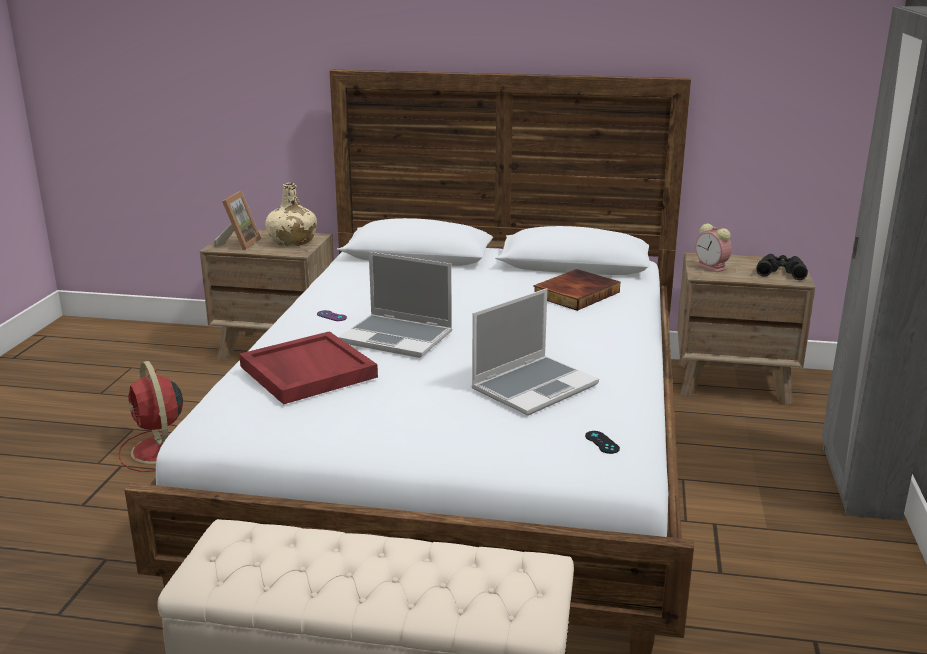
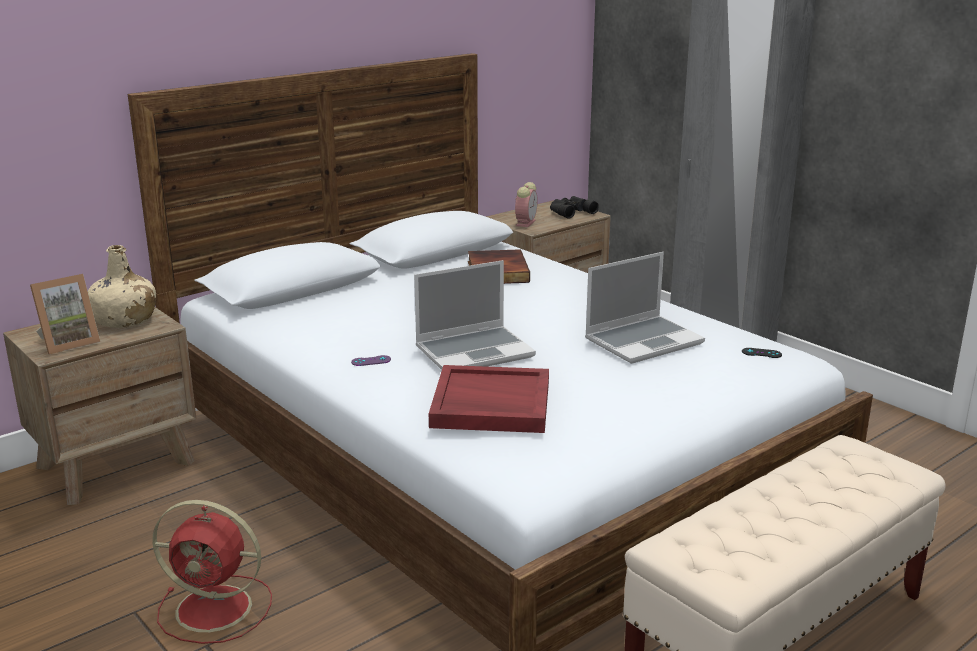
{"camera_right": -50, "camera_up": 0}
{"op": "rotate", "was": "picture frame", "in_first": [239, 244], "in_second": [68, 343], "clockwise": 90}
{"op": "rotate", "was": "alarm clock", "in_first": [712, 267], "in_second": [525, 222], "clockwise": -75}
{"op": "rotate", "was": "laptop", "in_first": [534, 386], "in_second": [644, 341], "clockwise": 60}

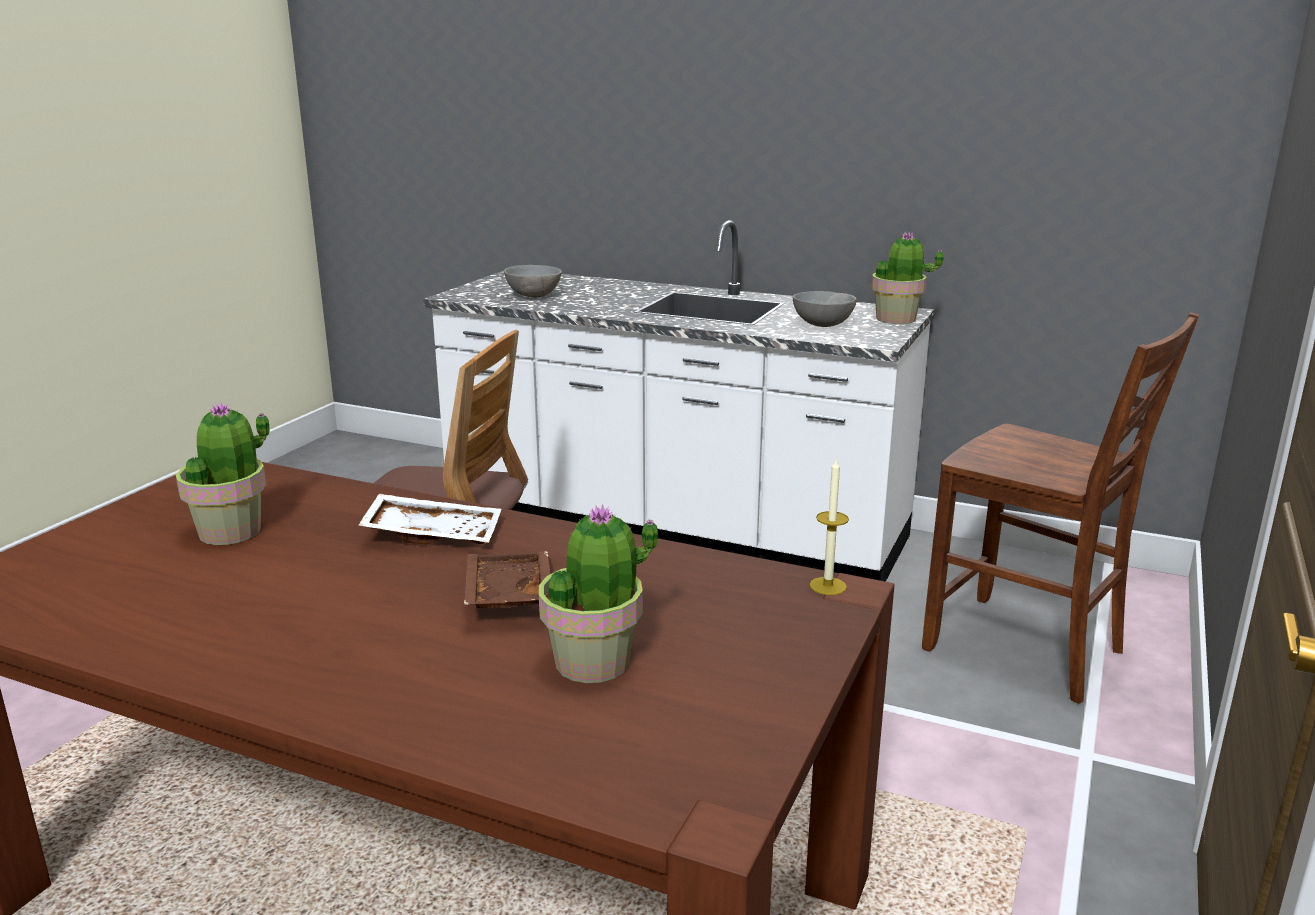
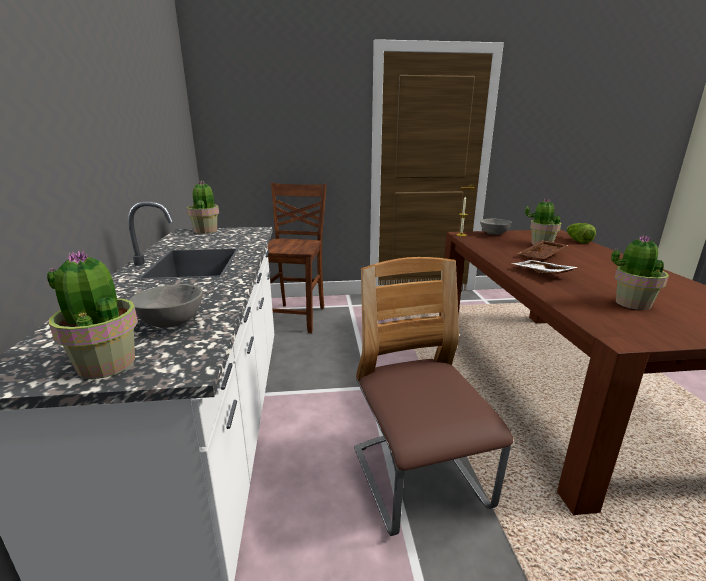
{"camera_right": -120, "camera_up": 0}
{"op": "insert", "now": "potted plant", "in_second": [106, 364]}
{"op": "move", "was": "bowl/grey", "in_first": [822, 325], "in_second": [494, 234]}
{"op": "insert", "now": "lettuce", "in_second": [577, 241]}

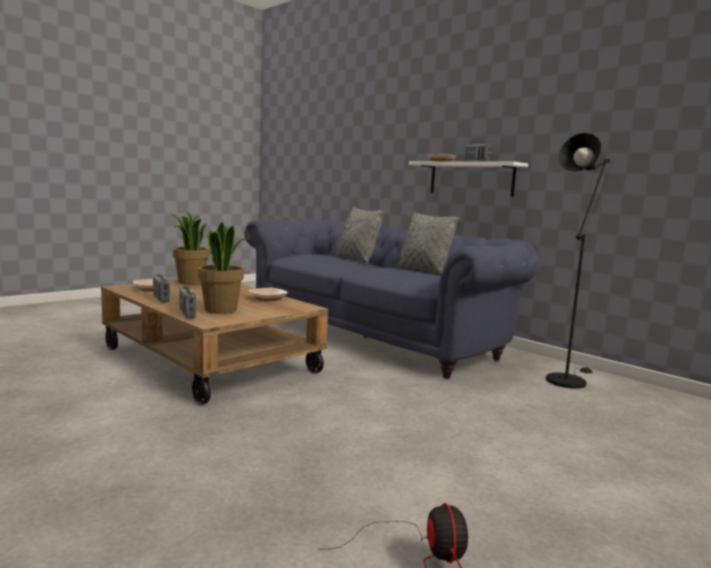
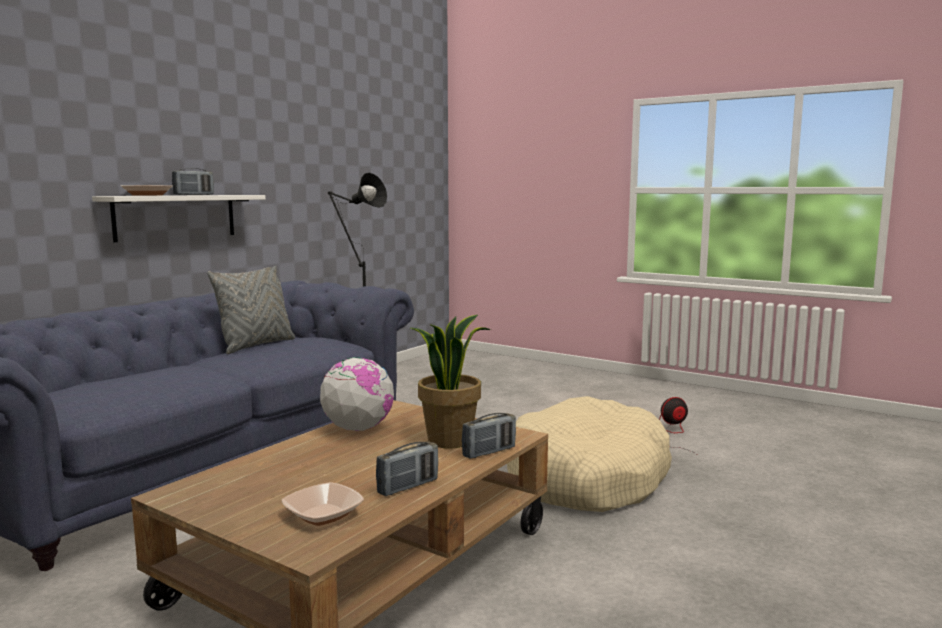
{"camera_right": -100, "camera_up": 0}
{"op": "replace", "was": "bowl", "now": "globe", "in_first": [268, 299], "in_second": [358, 428]}
{"op": "insert", "now": "dog bed/beige", "in_second": [587, 477]}
{"op": "delete", "was": "potted plant", "in_first": [190, 282]}
{"op": "delete", "was": "pillow/grey", "in_first": [356, 260]}

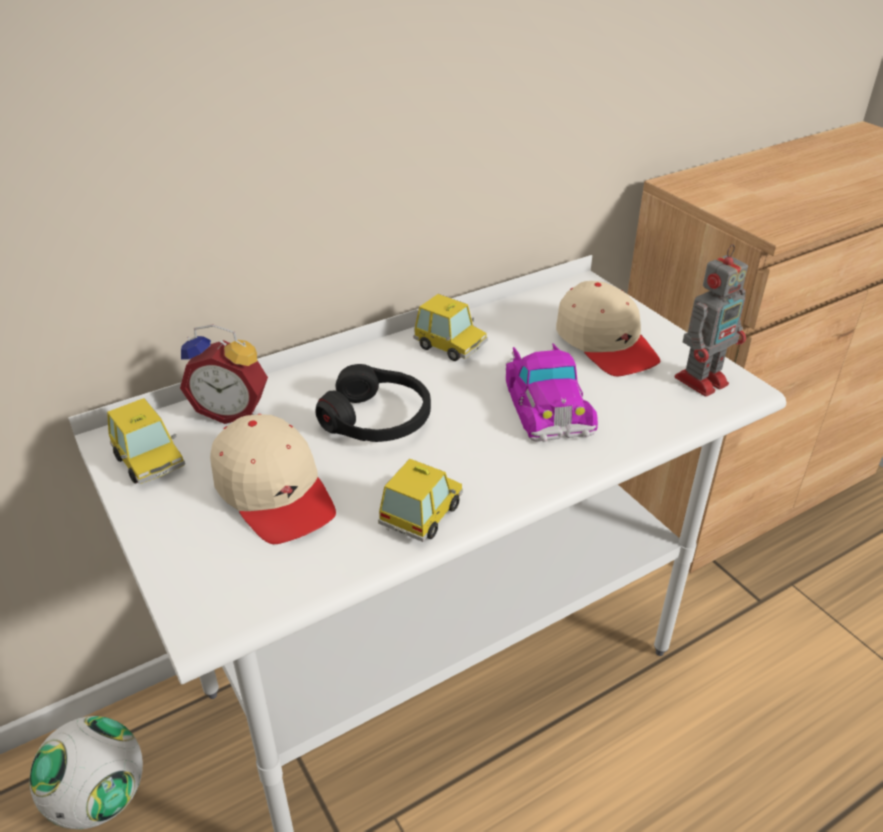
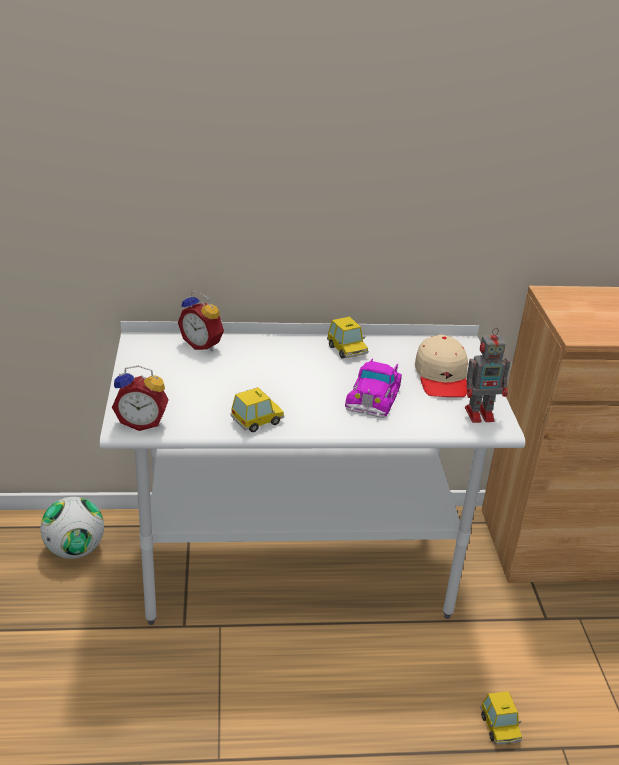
{"camera_right": 25, "camera_up": -5}
{"op": "insert", "now": "alarm clock", "in_second": [142, 422]}
{"op": "move", "was": "toy car", "in_first": [149, 461], "in_second": [499, 727]}
{"op": "delete", "was": "cap/beige", "in_first": [274, 492]}
{"op": "delete", "was": "headphones/black", "in_first": [377, 419]}

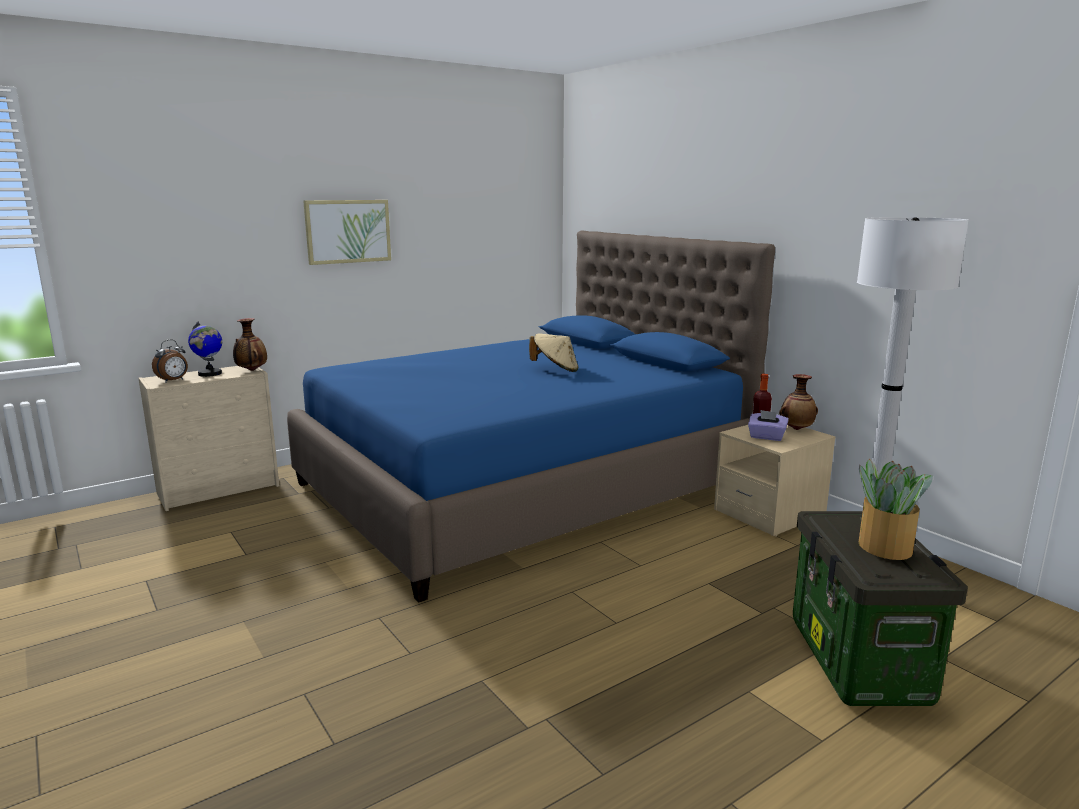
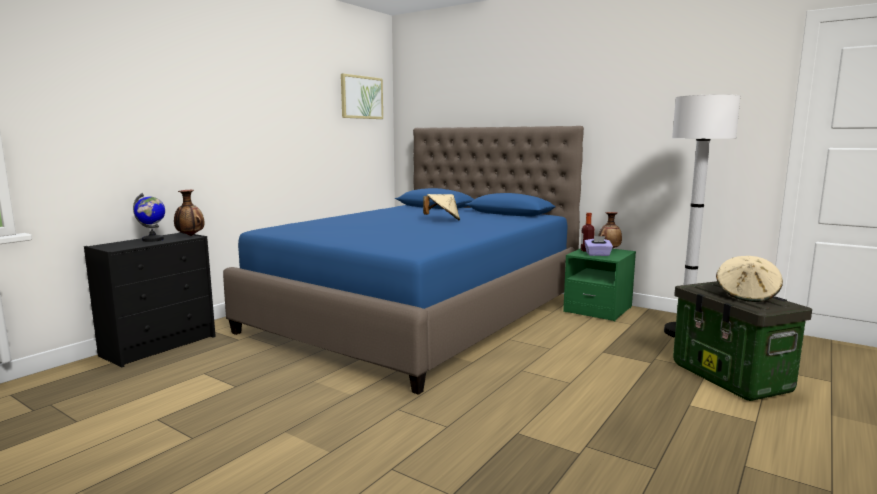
{"camera_right": -20, "camera_up": -5}
{"op": "recolor", "was": "dresser/beige", "now": "dresser/black", "in_first": [220, 489], "in_second": [160, 345]}
{"op": "move", "was": "picture", "in_first": [348, 231], "in_second": [361, 97]}
{"op": "recolor", "was": "nightstand/beige", "now": "nightstand/green", "in_first": [769, 513], "in_second": [598, 310]}
{"op": "replace", "was": "potted plant", "now": "hat/beige", "in_first": [884, 547], "in_second": [747, 295]}
{"op": "delete", "was": "alarm clock", "in_first": [173, 381]}

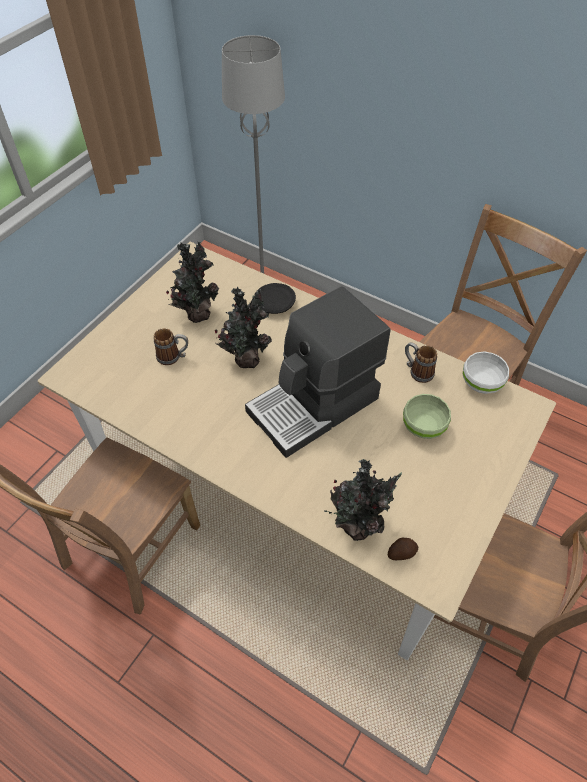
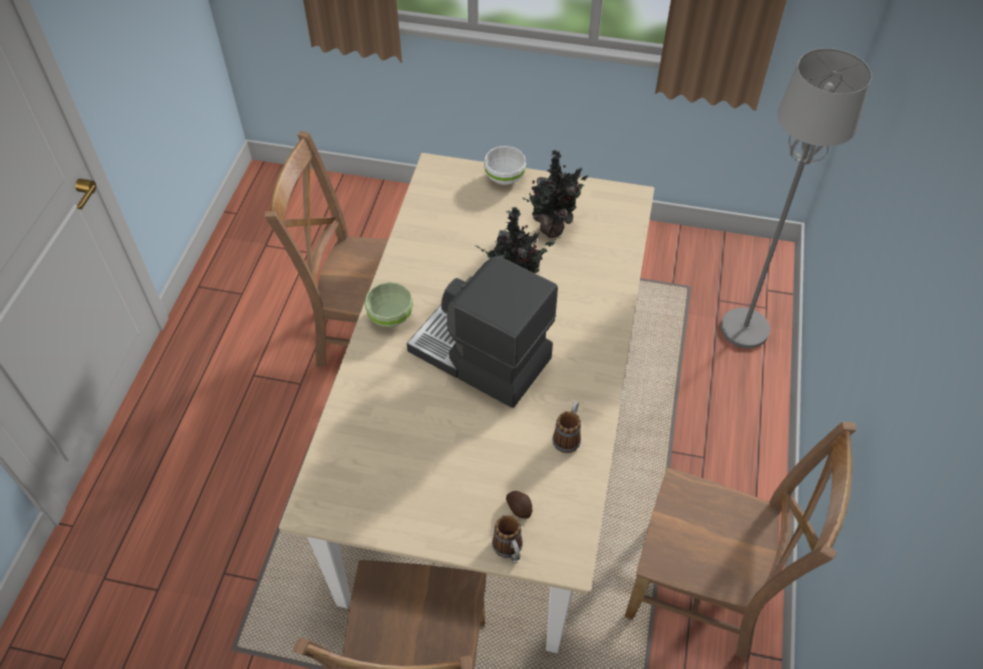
{"camera_right": 70, "camera_up": 0}
{"op": "move", "was": "bowl/green", "in_first": [423, 426], "in_second": [391, 316]}
{"op": "move", "was": "bowl/white", "in_first": [481, 383], "in_second": [505, 178]}
{"op": "move", "was": "mug", "in_first": [173, 357], "in_second": [509, 551]}
{"op": "move", "was": "potato", "in_first": [401, 552], "in_second": [519, 507]}
{"op": "delete", "was": "plate/black", "in_first": [274, 304]}
{"op": "delete", "was": "potted plant", "in_first": [358, 524]}

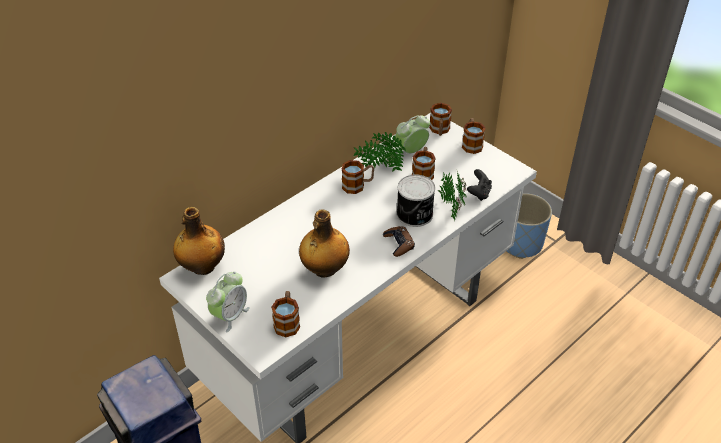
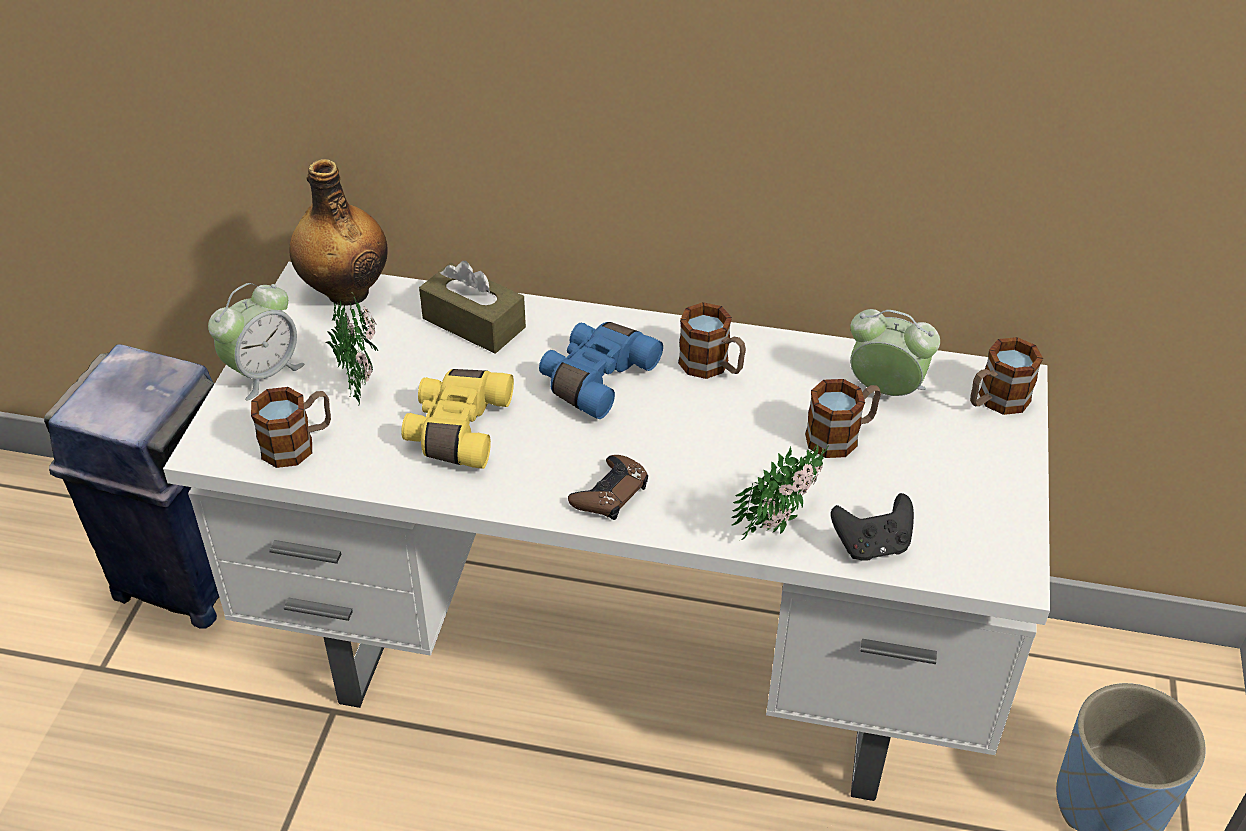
{"camera_right": 55, "camera_up": 0}
{"op": "rotate", "was": "alarm clock", "in_first": [230, 315], "in_second": [263, 373], "clockwise": -45}
{"op": "move", "was": "potted plant", "in_first": [379, 168], "in_second": [356, 377]}
{"op": "replace", "was": "bottle", "now": "binoculars/yellow", "in_first": [324, 270], "in_second": [456, 429]}
{"op": "insert", "now": "tissue box/brown", "in_second": [474, 323]}
{"op": "insert", "now": "binoculars/blue", "in_second": [595, 378]}
{"op": "delete", "was": "can", "in_first": [415, 214]}
{"op": "delete", "was": "mug", "in_first": [471, 144]}

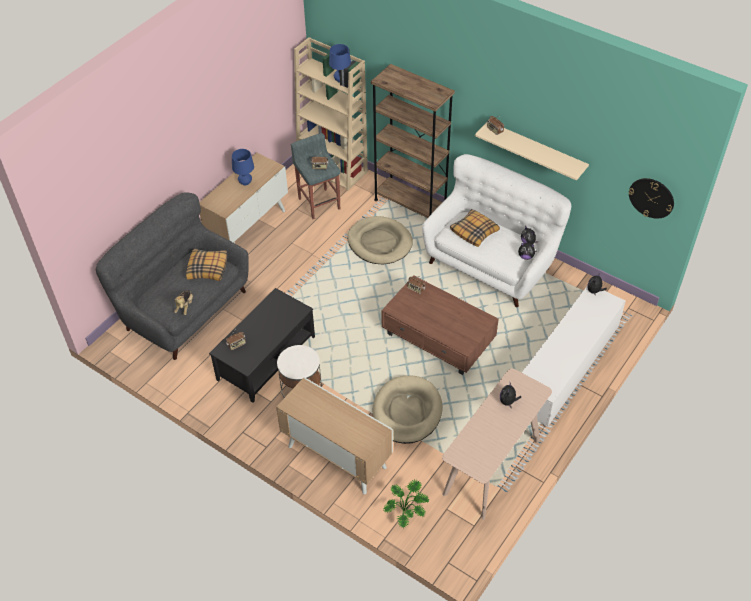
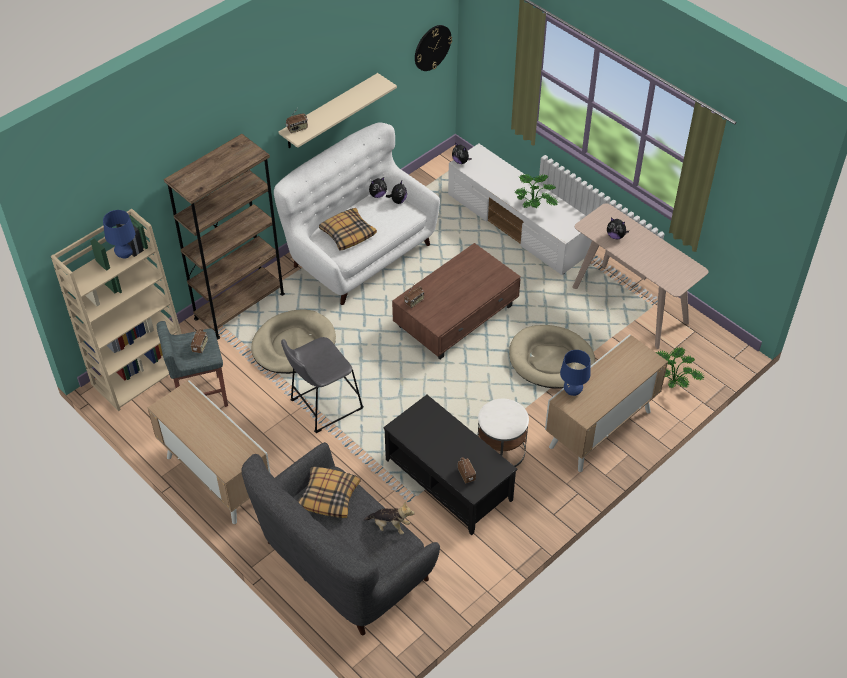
{"camera_right": -80, "camera_up": 0}
{"op": "insert", "now": "stool/grey", "in_second": [323, 406]}
{"op": "insert", "now": "potted plant", "in_second": [535, 205]}
{"op": "move", "was": "table lamp/blue", "in_first": [245, 183], "in_second": [572, 391]}

